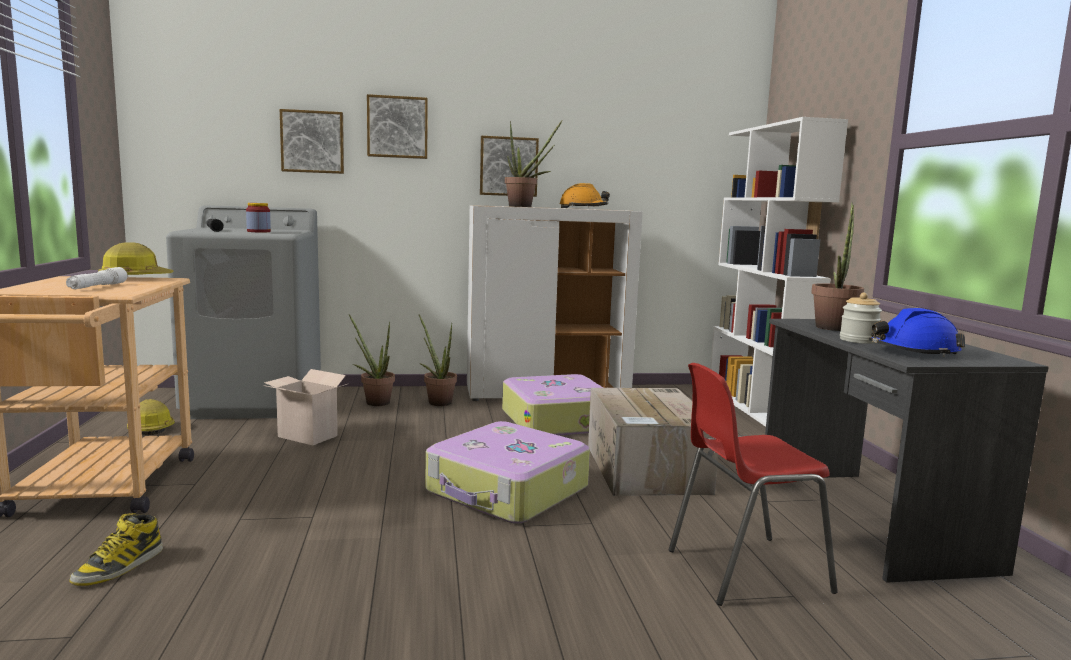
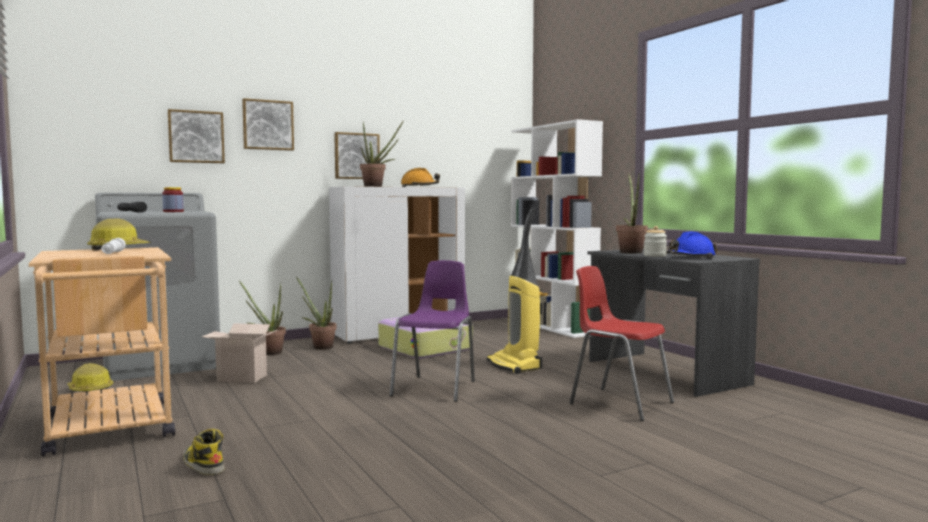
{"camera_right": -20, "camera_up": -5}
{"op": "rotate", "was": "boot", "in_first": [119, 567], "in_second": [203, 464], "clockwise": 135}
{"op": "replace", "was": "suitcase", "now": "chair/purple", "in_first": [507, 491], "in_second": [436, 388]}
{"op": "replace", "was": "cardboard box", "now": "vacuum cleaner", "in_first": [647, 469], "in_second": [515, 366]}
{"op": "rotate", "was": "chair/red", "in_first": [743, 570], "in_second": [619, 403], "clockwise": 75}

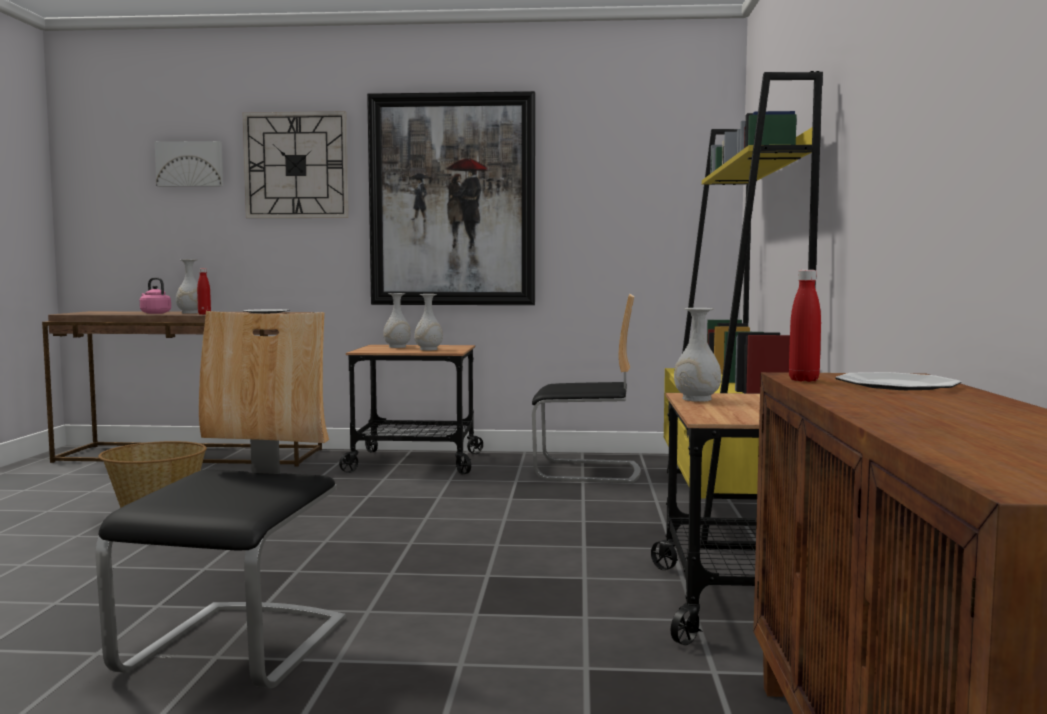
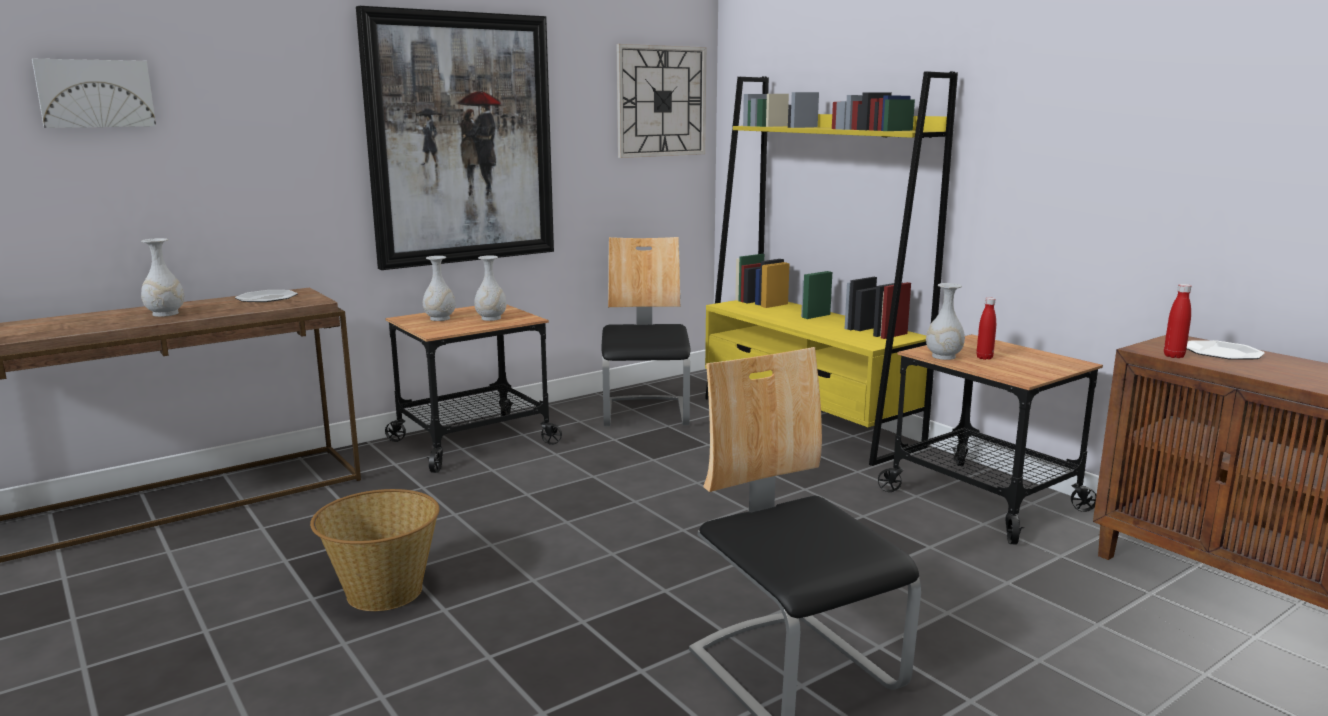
{"camera_right": -40, "camera_up": 10}
{"op": "rotate", "was": "chair", "in_first": [586, 471], "in_second": [646, 413], "clockwise": -60}
{"op": "move", "was": "wall clock", "in_first": [296, 165], "in_second": [661, 101]}
{"op": "move", "was": "bottle/red", "in_first": [204, 314], "in_second": [984, 358]}
{"op": "delete", "was": "kettle/pink", "in_first": [154, 313]}

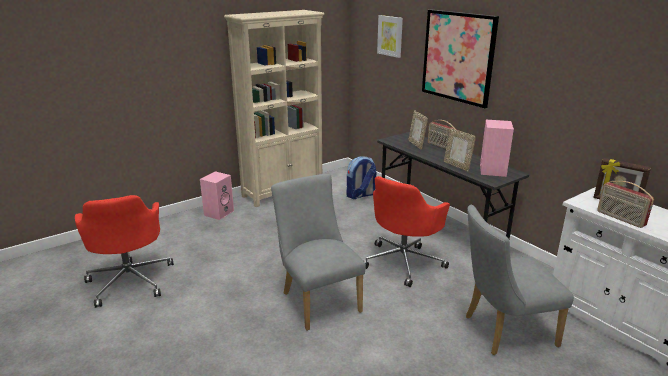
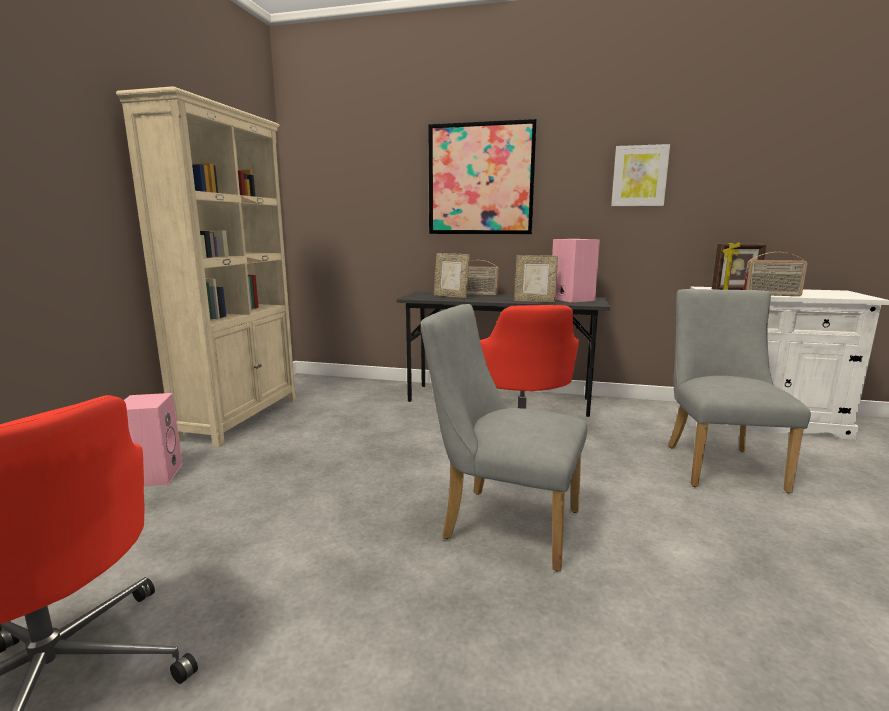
{"camera_right": -40, "camera_up": -10}
{"op": "move", "was": "picture", "in_first": [390, 36], "in_second": [639, 176]}
{"op": "rotate", "was": "chair/grey", "in_first": [503, 331], "in_second": [718, 463], "clockwise": 150}
{"op": "delete", "was": "backpack", "in_first": [360, 195]}

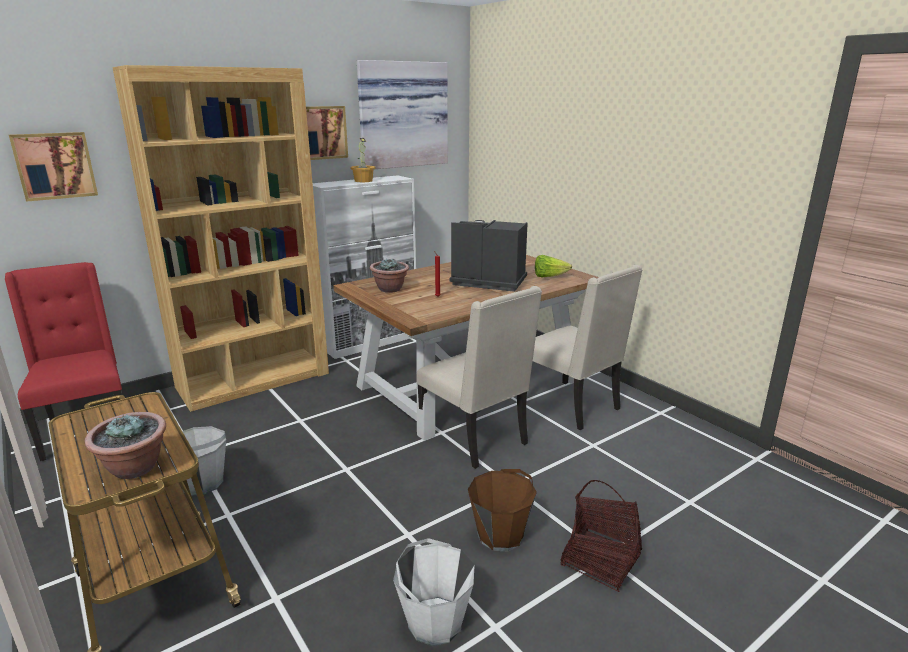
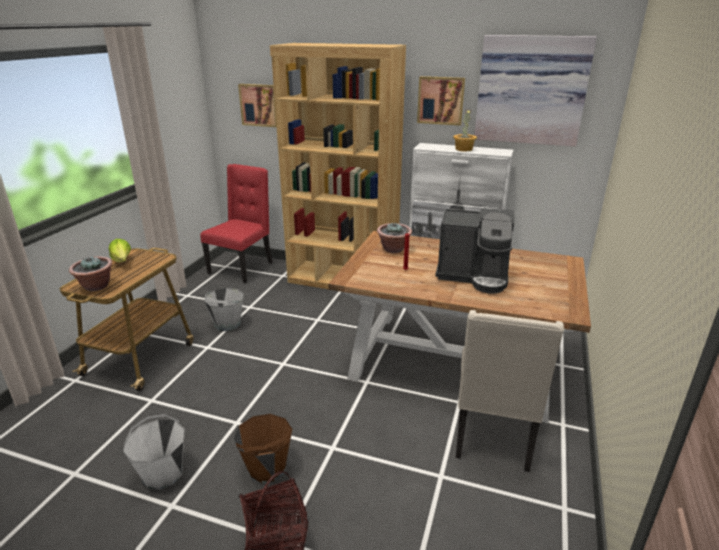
{"camera_right": 55, "camera_up": 5}
{"op": "move", "was": "lettuce", "in_first": [549, 277], "in_second": [122, 261]}
{"op": "rotate", "was": "coffee machine", "in_first": [487, 281], "in_second": [474, 276], "clockwise": 120}
{"op": "delete", "was": "chair/beige", "in_first": [476, 439]}

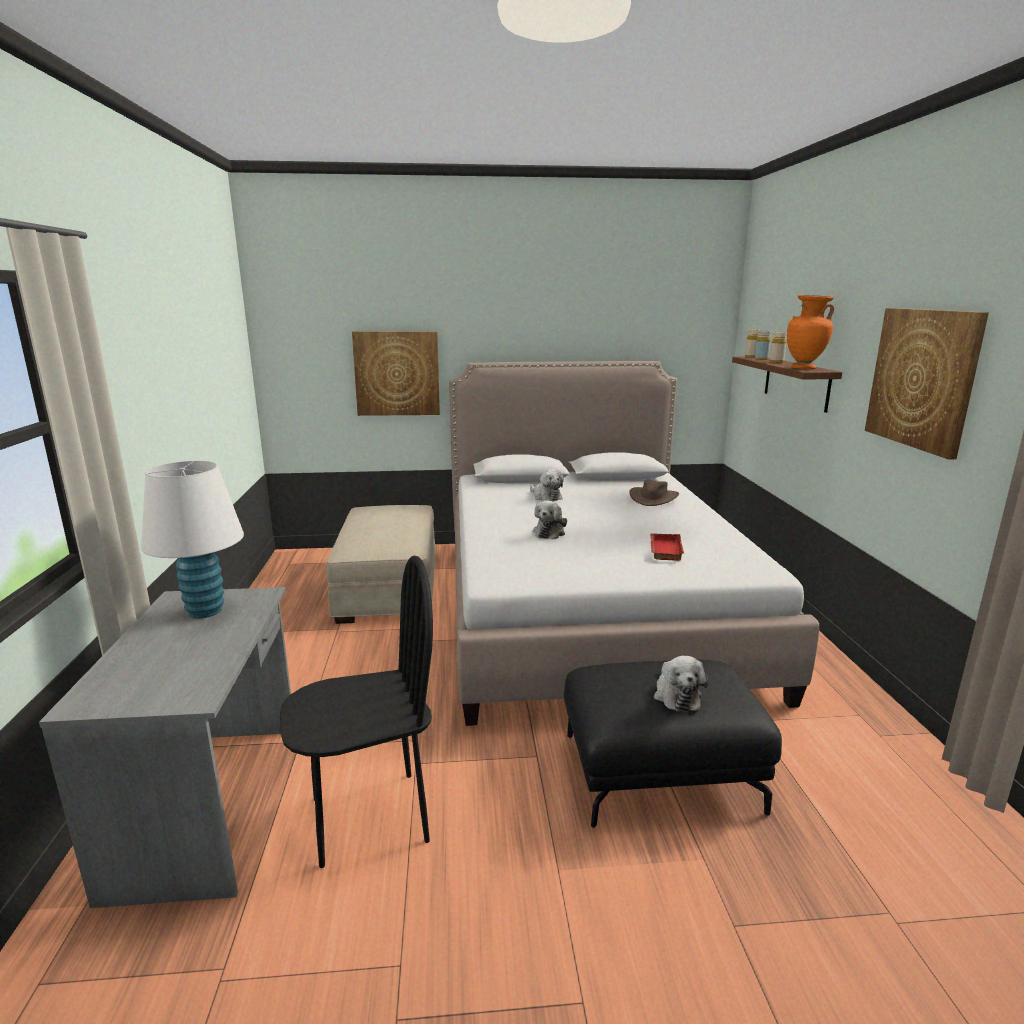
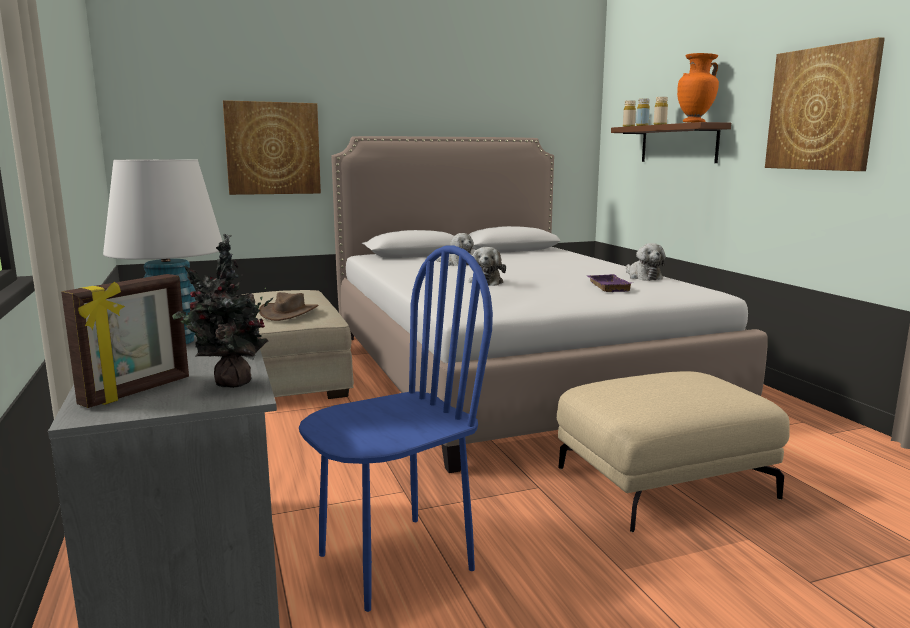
{"camera_right": -15, "camera_up": -5}
{"op": "insert", "now": "picture frame", "in_second": [137, 391]}
{"op": "insert", "now": "potted plant", "in_second": [231, 384]}
{"op": "move", "was": "hat/brown", "in_first": [653, 498], "in_second": [289, 313]}
{"op": "recolor", "was": "chair/black", "now": "chair/blue", "in_first": [369, 818], "in_second": [395, 561]}
{"op": "recolor", "was": "ottoman/black", "now": "ottoman/beige", "in_first": [660, 770], "in_second": [663, 481]}
{"op": "recolor", "was": "tray/red", "now": "tray/purple", "in_first": [664, 550], "in_second": [606, 287]}
{"op": "move", "was": "plush toy", "in_first": [676, 695], "in_second": [643, 277]}

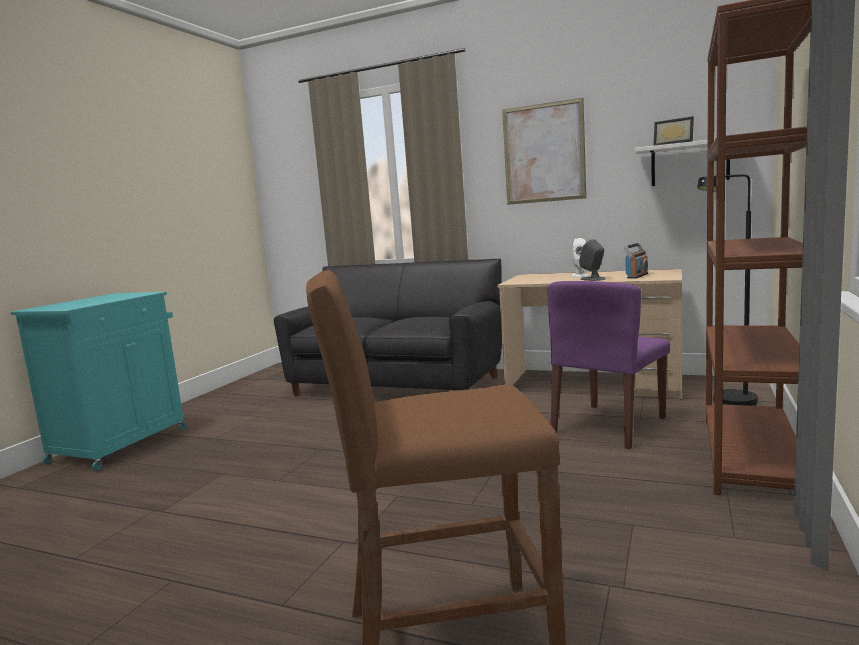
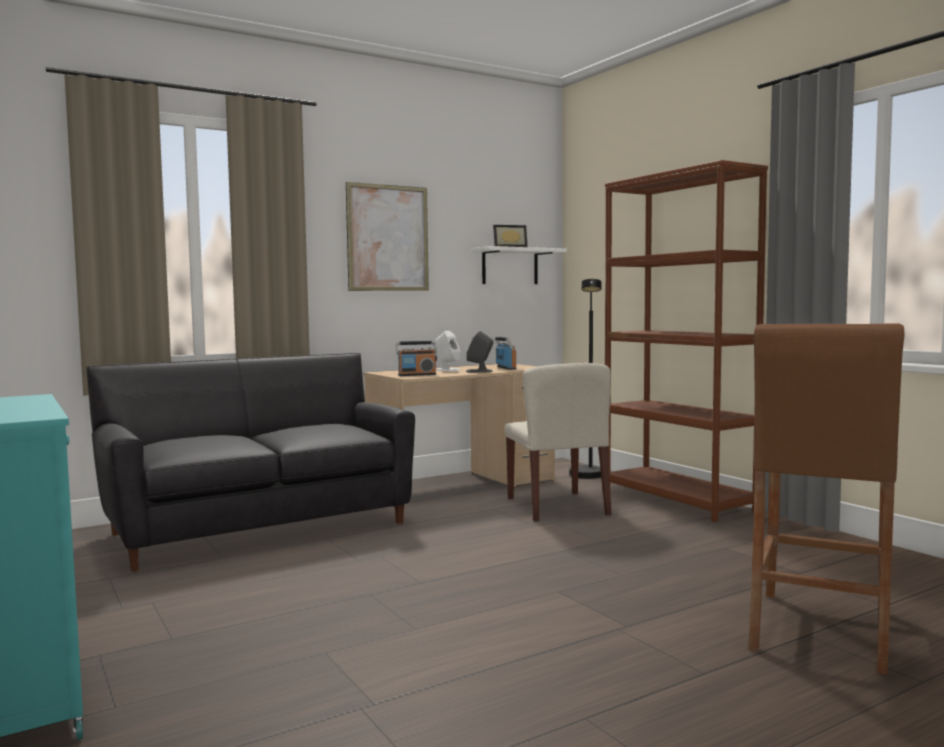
{"camera_right": -55, "camera_up": -5}
{"op": "insert", "now": "radio", "in_second": [417, 375]}
{"op": "recolor", "was": "chair/purple", "now": "chair/beige", "in_first": [609, 426], "in_second": [557, 506]}

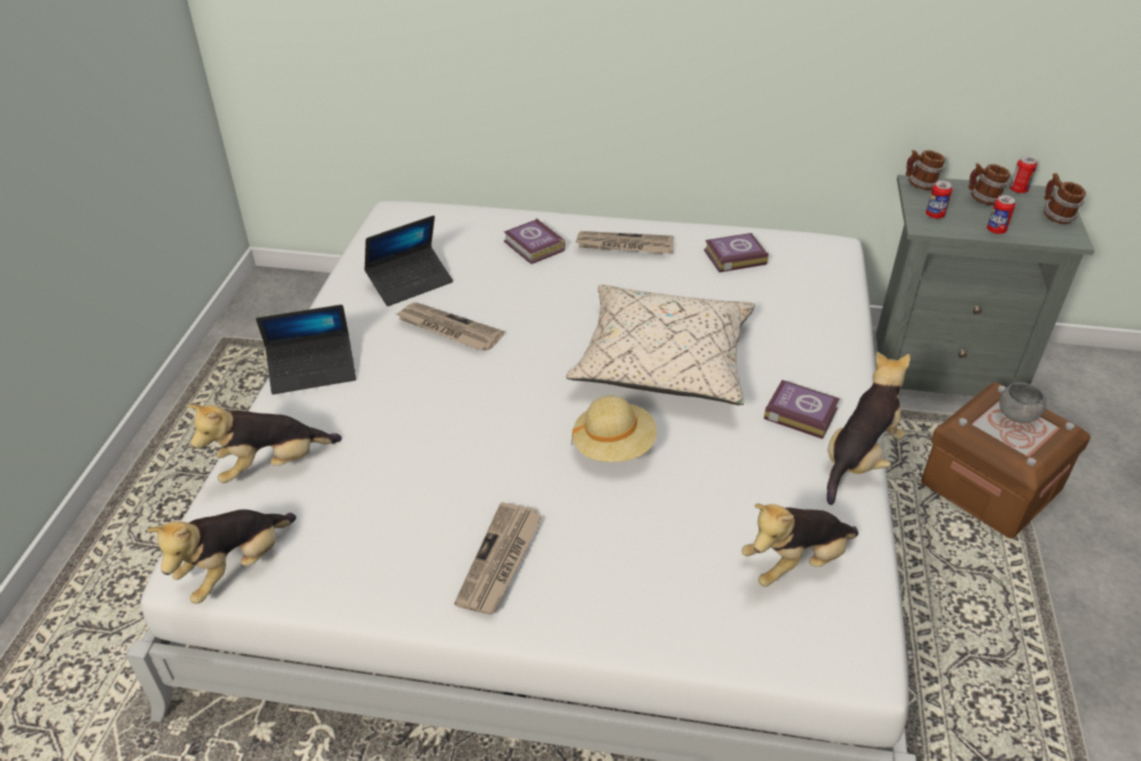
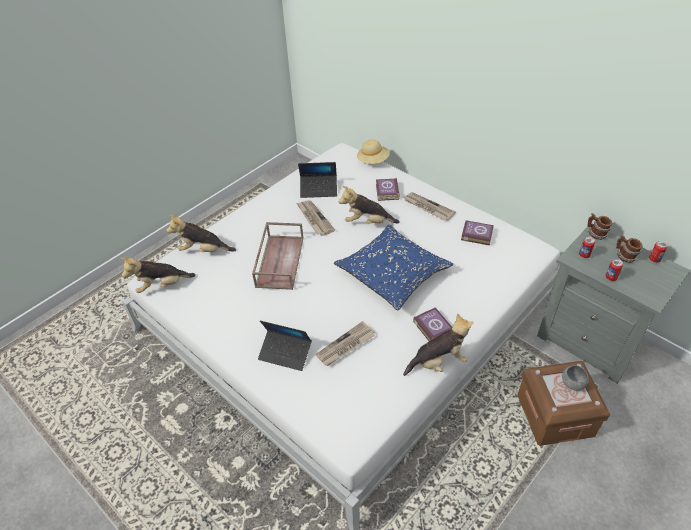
{"camera_right": 35, "camera_up": 5}
{"op": "insert", "now": "tray/brown", "in_second": [279, 261]}
{"op": "move", "was": "laptop", "in_first": [313, 370], "in_second": [285, 353]}
{"op": "move", "was": "newspaper", "in_first": [500, 561], "in_second": [345, 346]}
{"op": "recolor", "was": "pillow/beige", "now": "pillow/blue", "in_first": [663, 362], "in_second": [392, 274]}
{"op": "move", "was": "plush toy", "in_first": [795, 563], "in_second": [367, 222]}
{"op": "move", "was": "hat/beige", "in_first": [614, 446], "in_second": [373, 161]}
{"op": "delete", "was": "mug", "in_first": [1056, 216]}

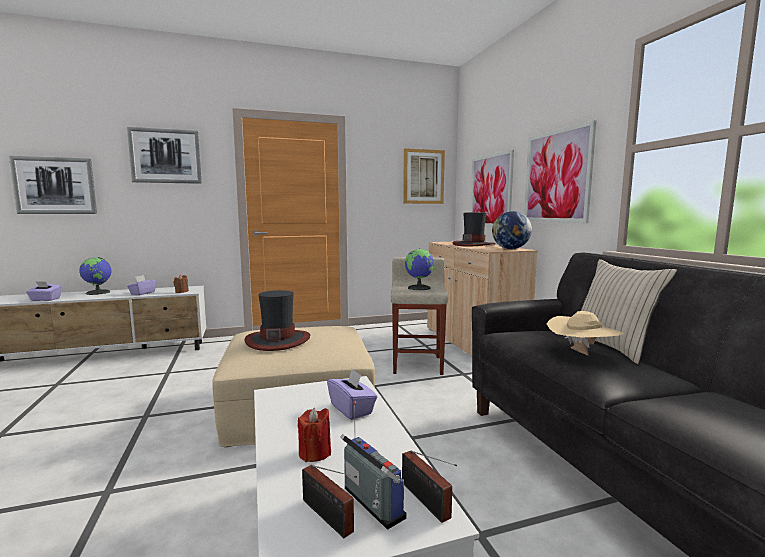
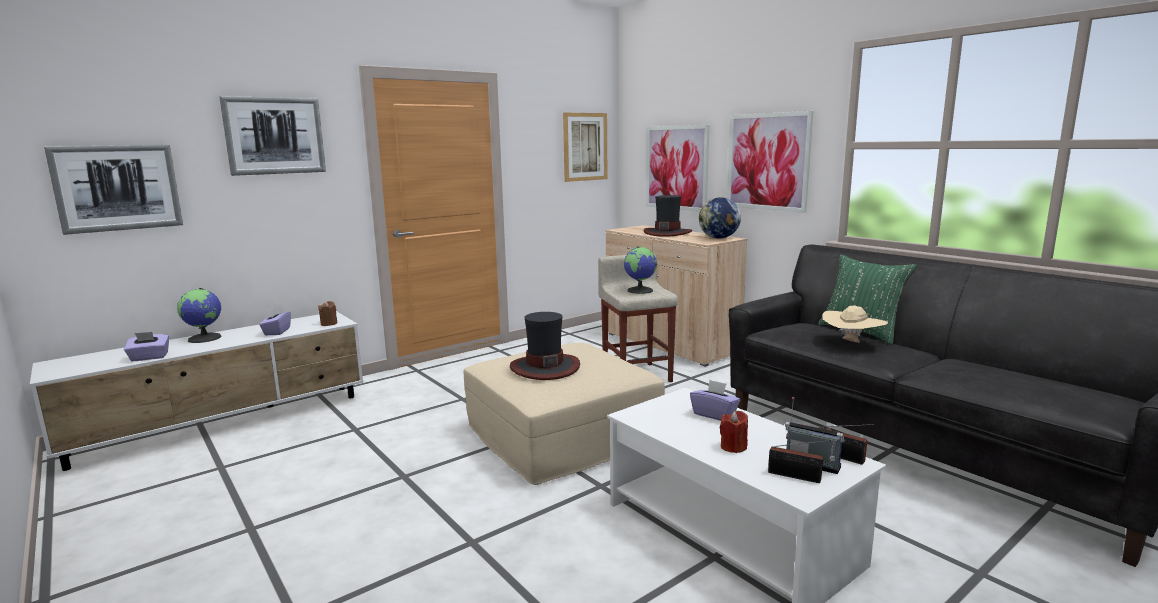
{"camera_right": -20, "camera_up": 5}
{"op": "recolor", "was": "pillow/beige", "now": "pillow/green", "in_first": [612, 346], "in_second": [861, 332]}

